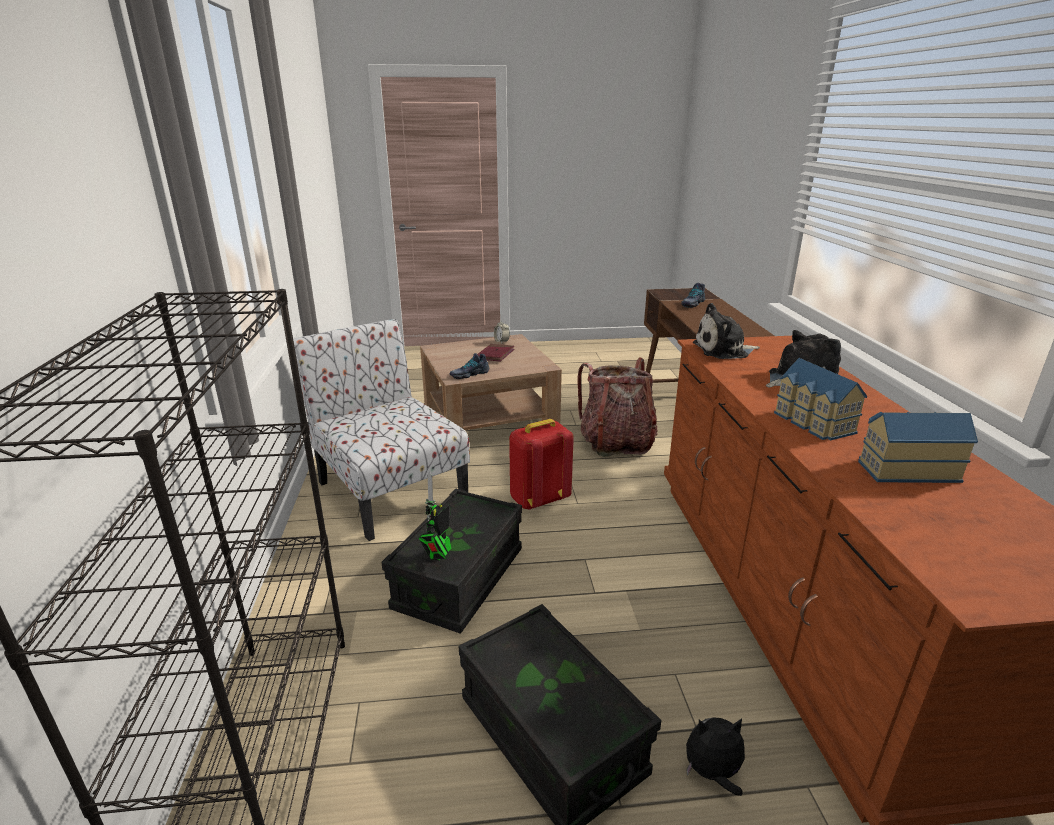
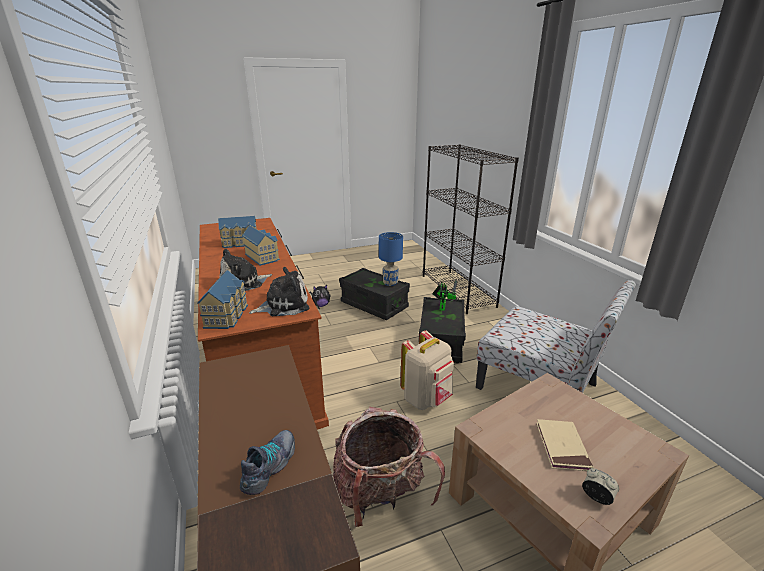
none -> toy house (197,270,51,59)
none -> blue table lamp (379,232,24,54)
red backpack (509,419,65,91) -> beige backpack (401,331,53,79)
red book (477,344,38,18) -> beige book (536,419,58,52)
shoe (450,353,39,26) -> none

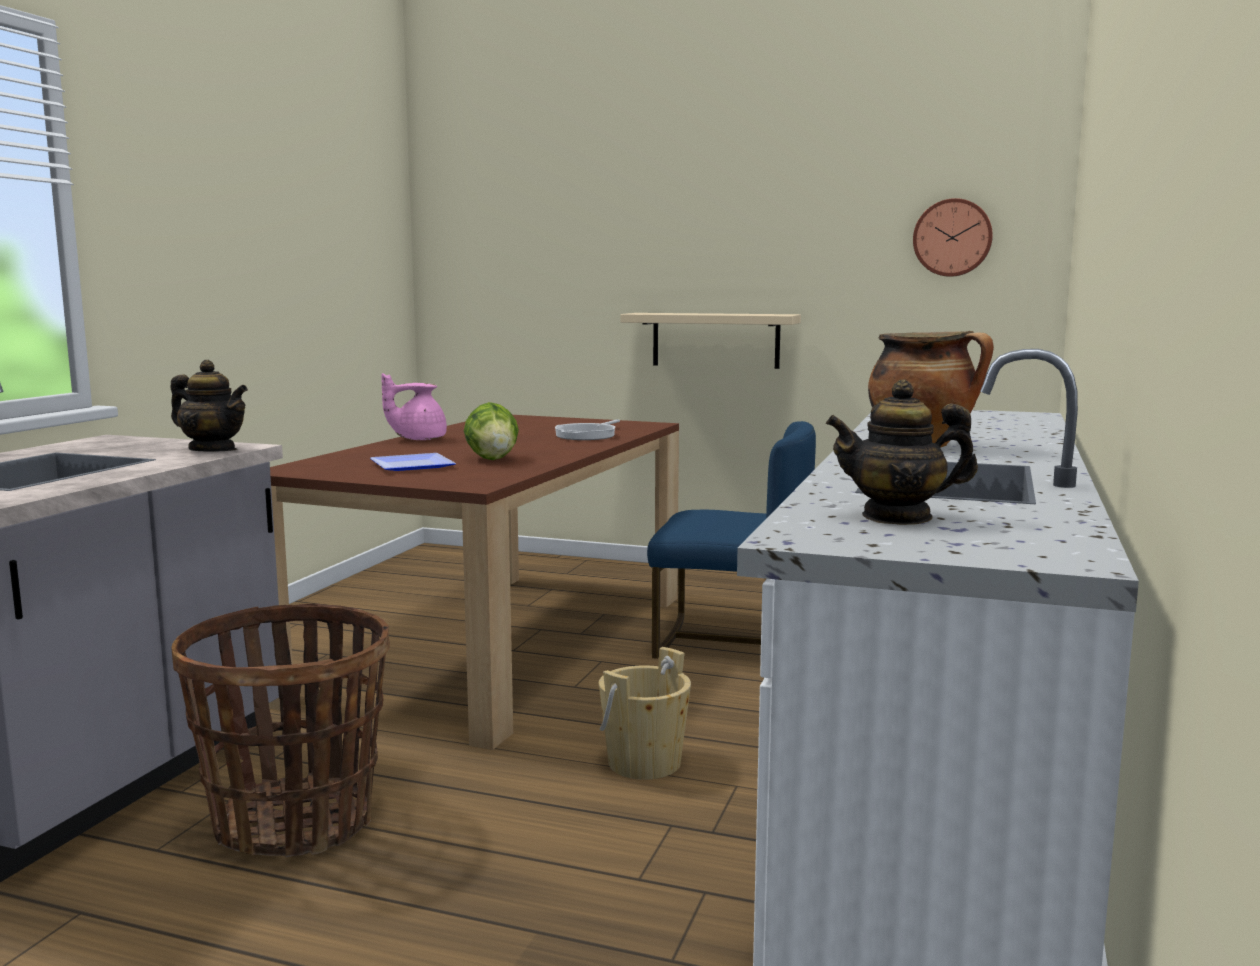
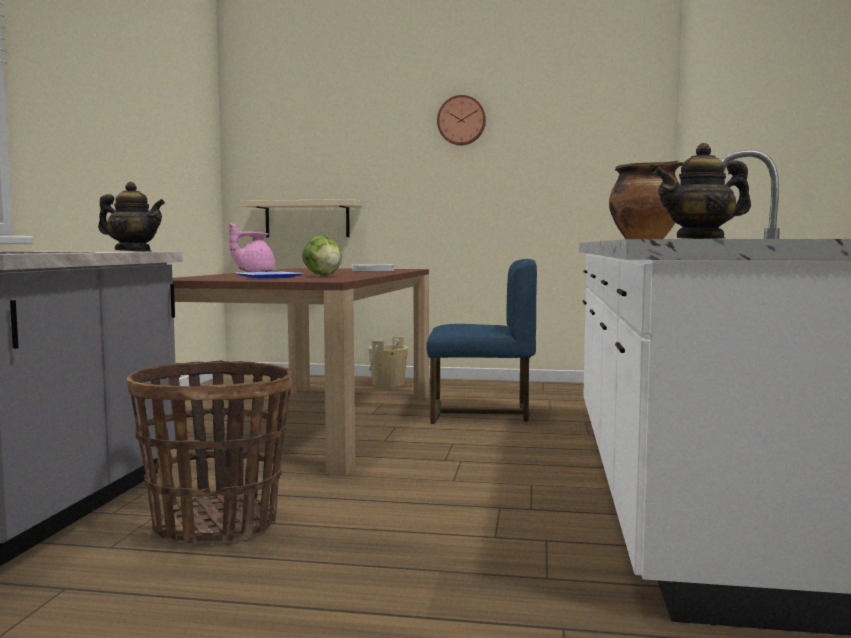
beige shelf (620,313,181,56) -> beige shelf (241,199,121,39), moved
beige bucket (599,647,92,133) -> beige bucket (368,336,40,51), moved
wall clock (913,198,80,79) -> wall clock (437,95,49,50), moved

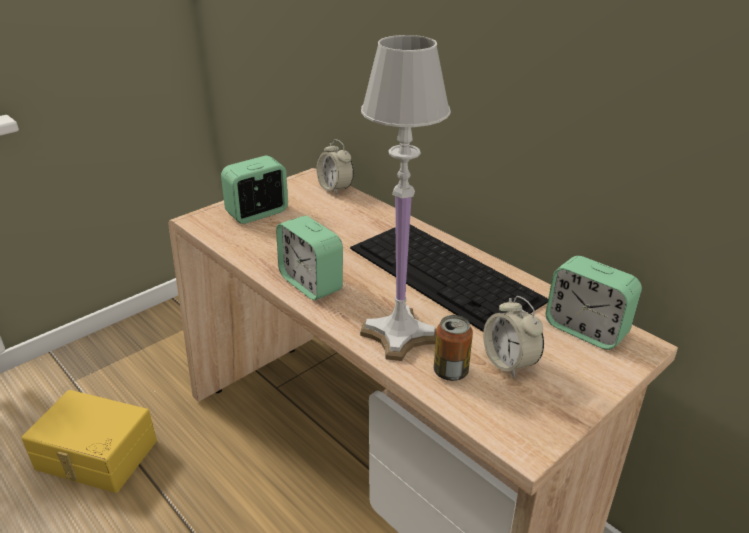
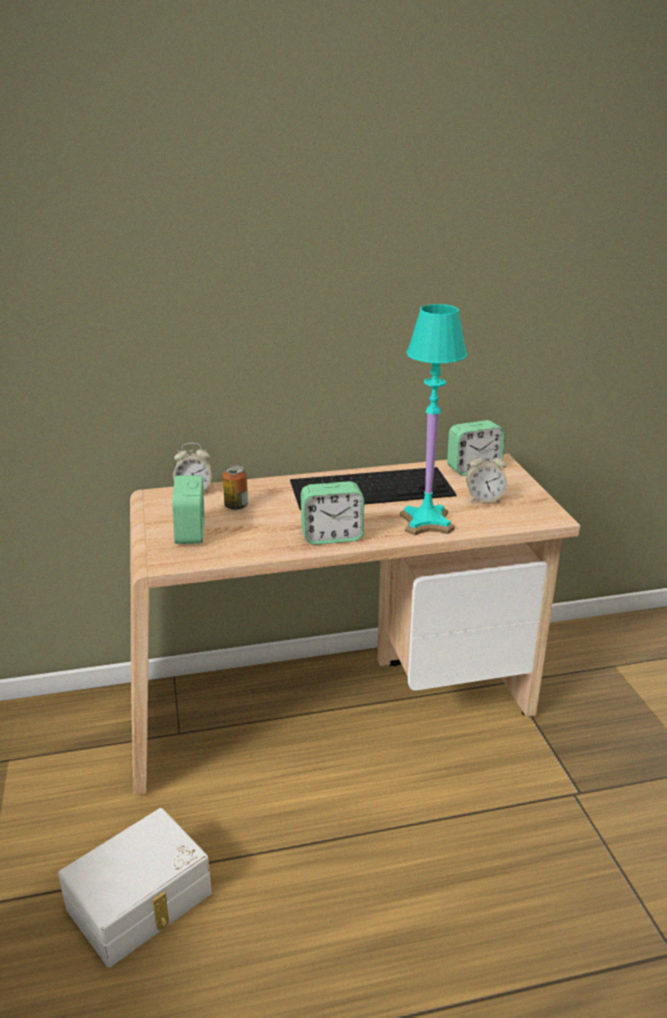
yellow storage box (22,390,135,103) -> white storage box (58,808,154,159)
can (434,315,39,66) -> can (223,465,25,45), moved
white table lamp (360,35,91,326) -> turquoise table lamp (400,304,67,232)

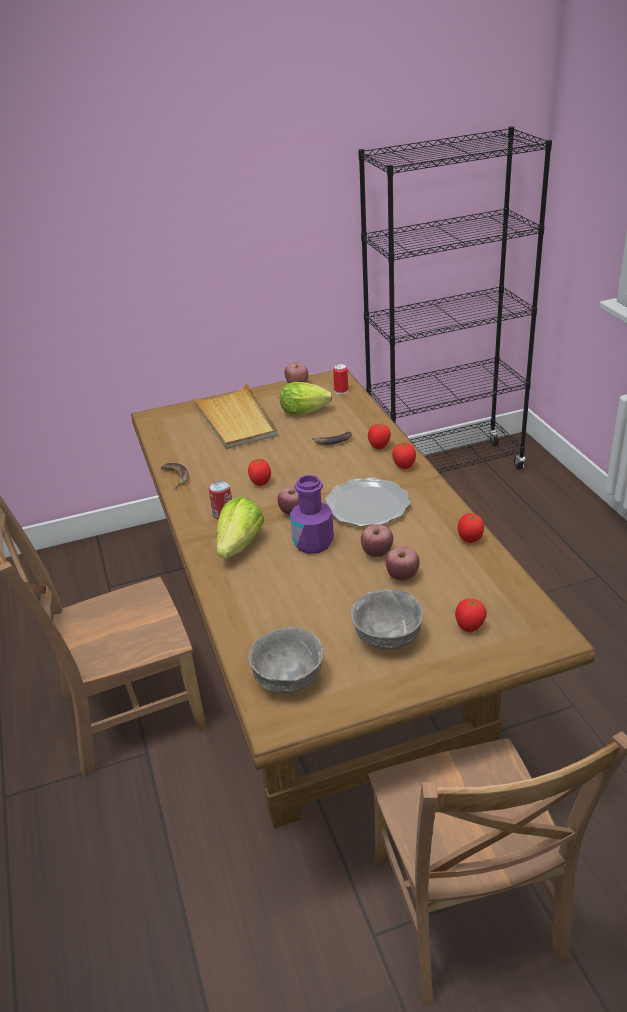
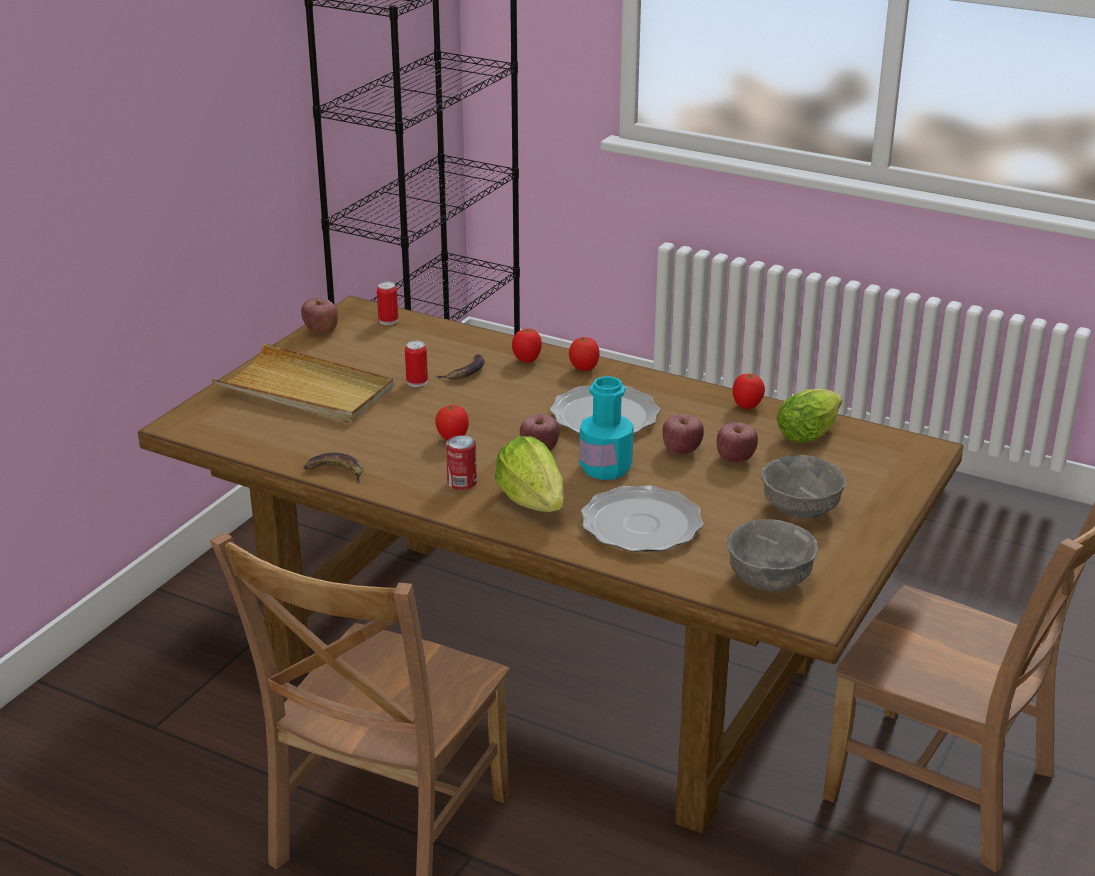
none -> can (405,341,23,46)
purple bottle (290,475,44,79) -> turquoise bottle (579,376,55,104)
none -> plate (581,485,123,67)
lettuce (280,382,53,32) -> lettuce (776,389,66,54), moved
tomato (455,598,32,34) -> none

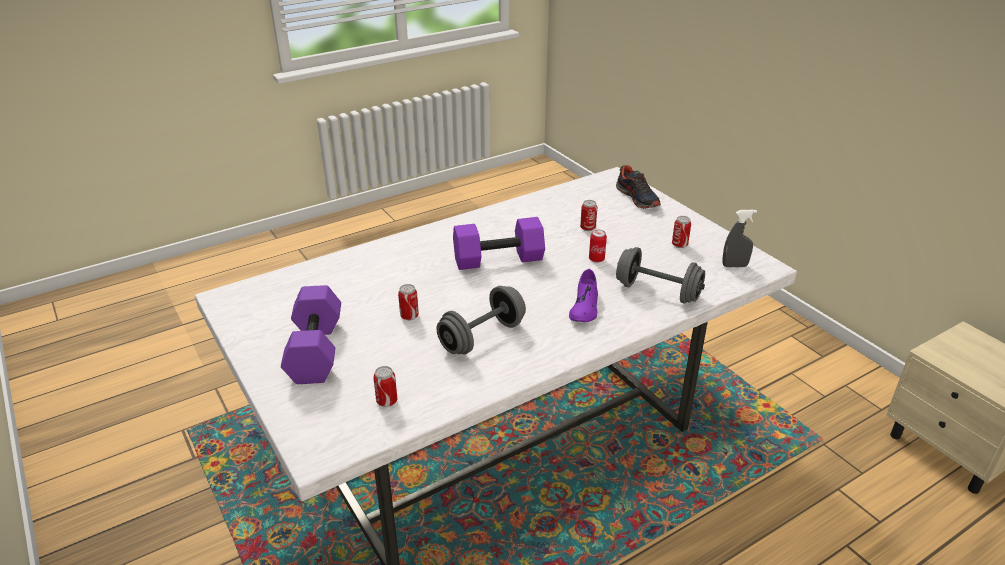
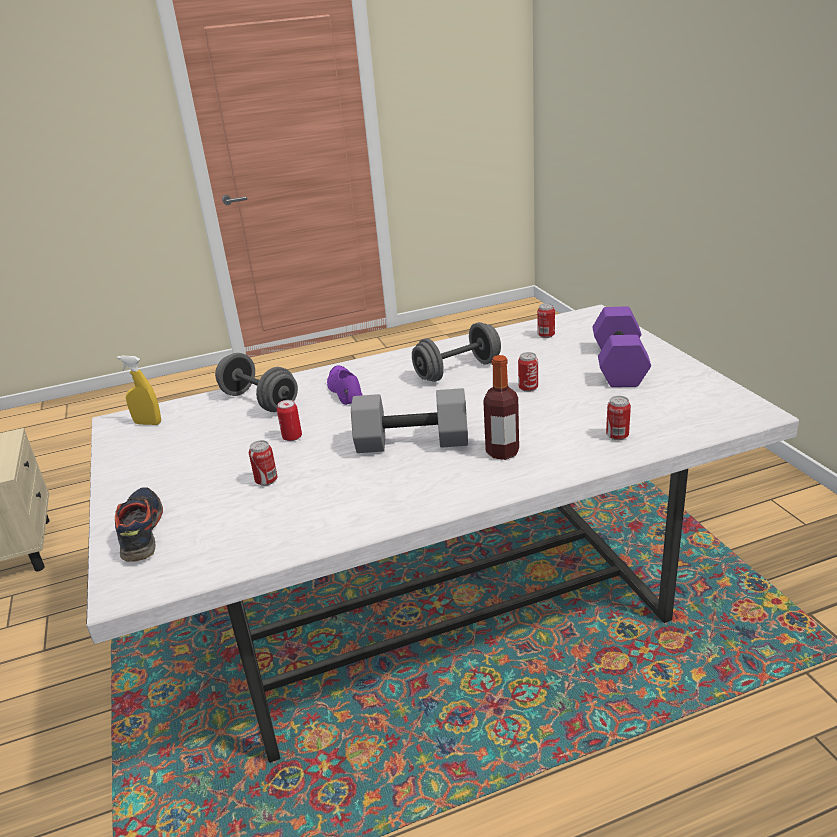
grey spray bottle (722,210,35,57) -> yellow spray bottle (117,356,44,69)
purple shoe (569,269,29,53) -> purple shoe (327,366,36,39), 45 degrees counterclockwise
purple dumbbell (453,217,92,53) -> grey dumbbell (351,388,117,65)
none -> bottle (483,355,36,105)
can (672,216,19,32) -> can (606,396,25,44), moved

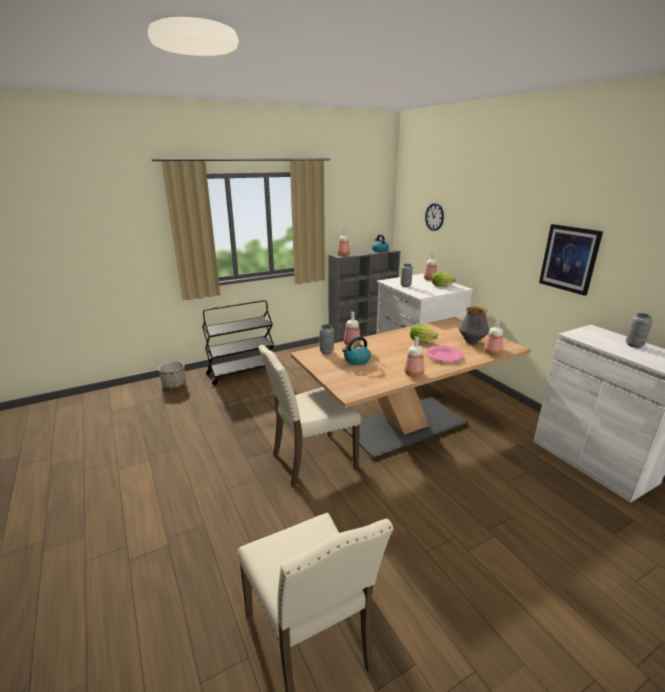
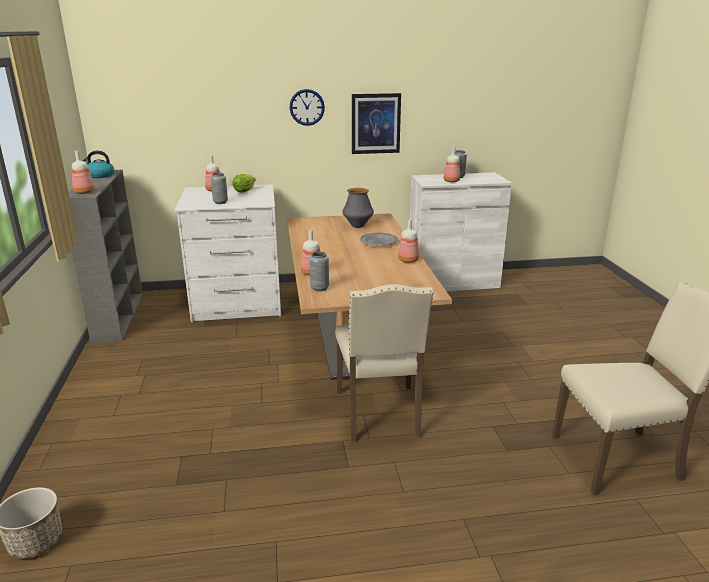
wall clock (425,203,19,28) -> wall clock (289,89,36,37), moved
pink plate (426,346,37,16) -> grey plate (360,233,39,13)
bottle (484,319,19,37) -> bottle (444,147,16,35), moved
black cart (202,300,72,85) -> none
kettle (342,337,29,28) -> none
lettuce (410,324,28,18) -> none

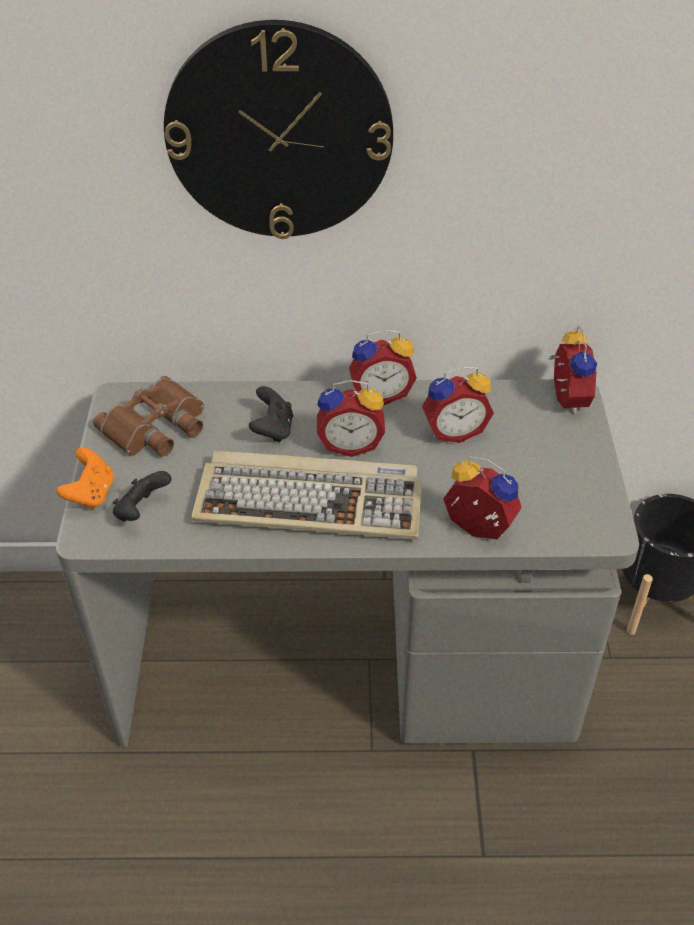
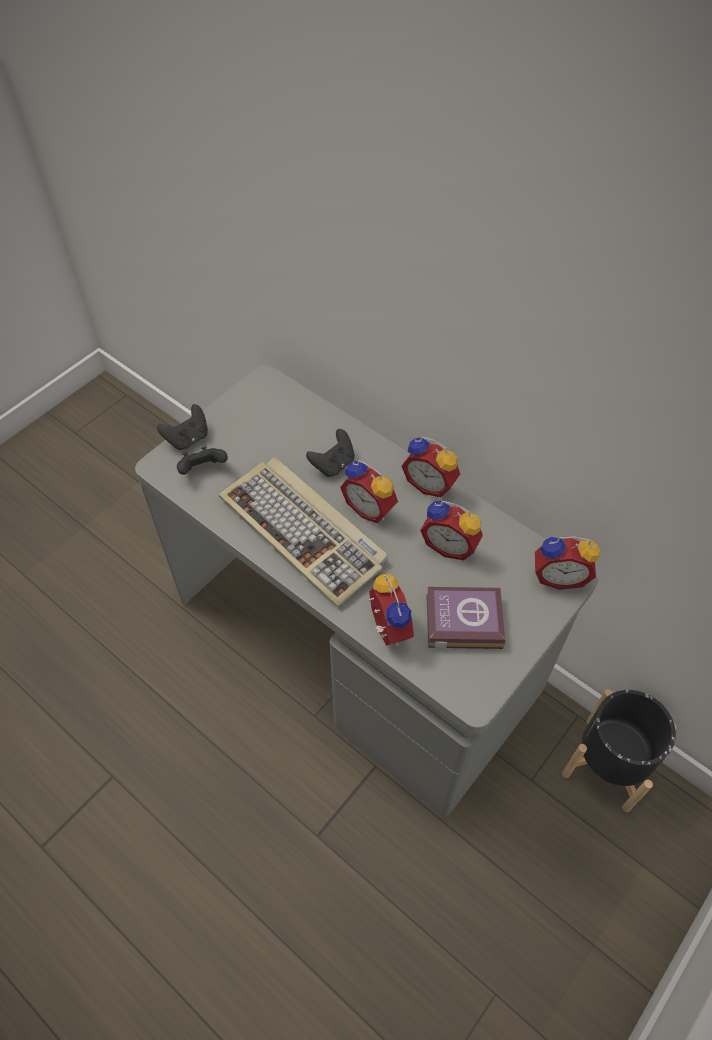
orange game controller (56,447,58,62) -> black game controller (157,404,51,46)
none -> book (426,587,80,62)
alarm clock (548,326,49,88) -> alarm clock (535,536,65,54), 60 degrees clockwise
brown binoculars (93,376,111,81) -> none
wall clock (164,20,229,219) -> none

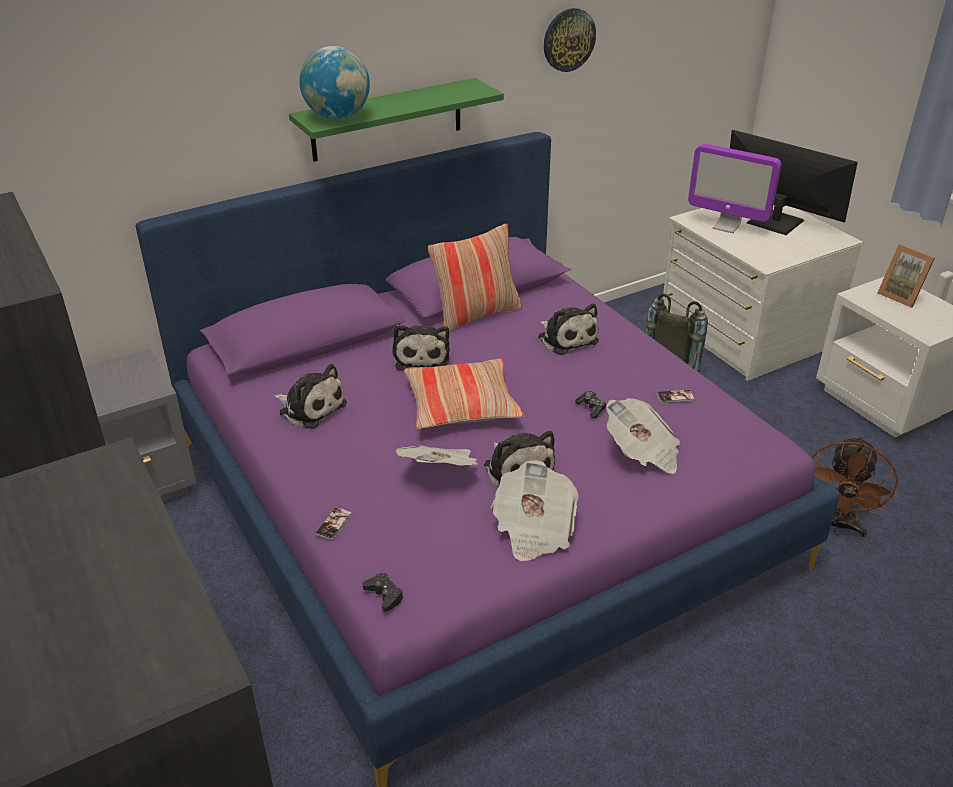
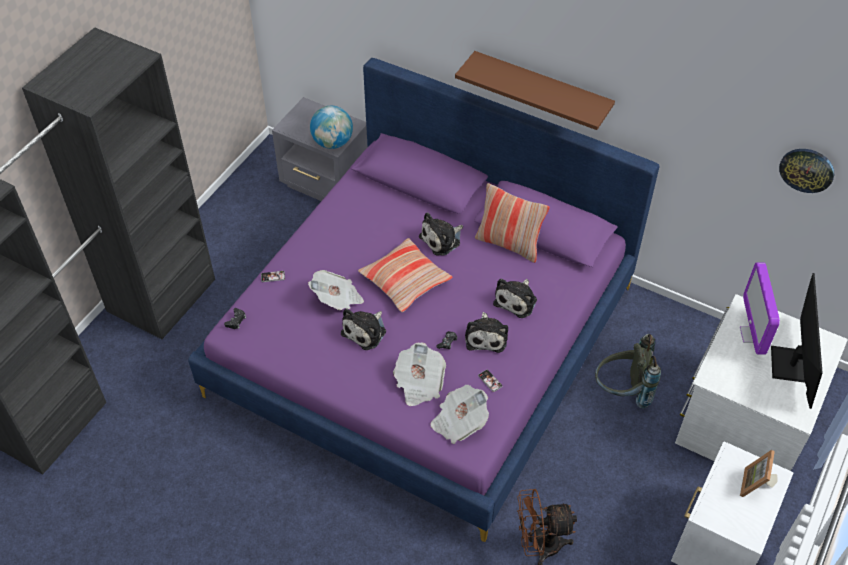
globe (299,46,71,73) -> globe (310,106,43,43), moved
newspaper (491,460,88,101) -> newspaper (430,385,59,59), moved
green shelf (289,78,215,84) -> brown shelf (455,51,160,79)
plush toy (274,364,73,65) -> plush toy (465,312,43,41), moved
wall clock (544,8,52,64) -> wall clock (779,149,55,44), moved

